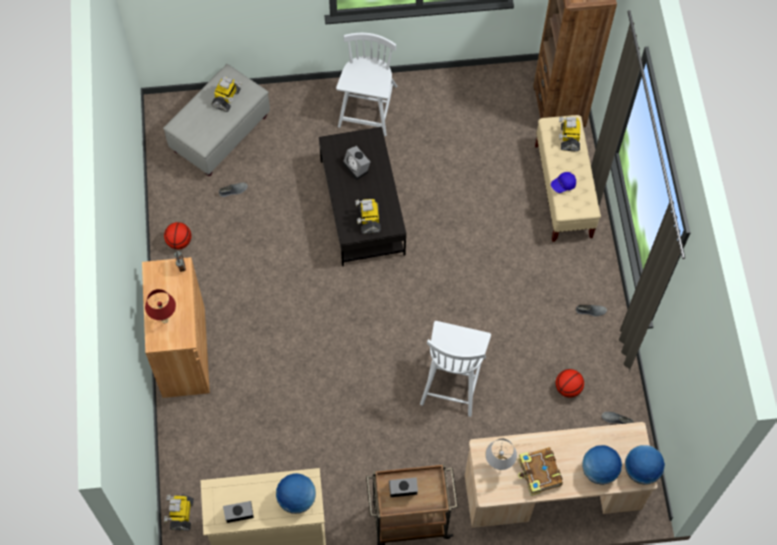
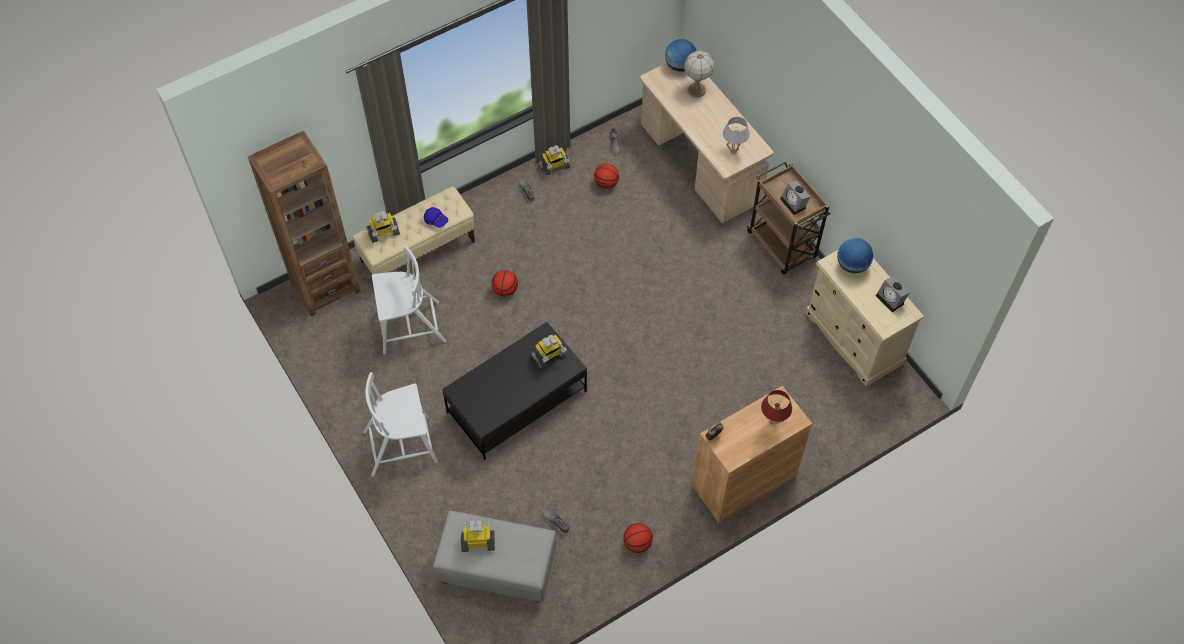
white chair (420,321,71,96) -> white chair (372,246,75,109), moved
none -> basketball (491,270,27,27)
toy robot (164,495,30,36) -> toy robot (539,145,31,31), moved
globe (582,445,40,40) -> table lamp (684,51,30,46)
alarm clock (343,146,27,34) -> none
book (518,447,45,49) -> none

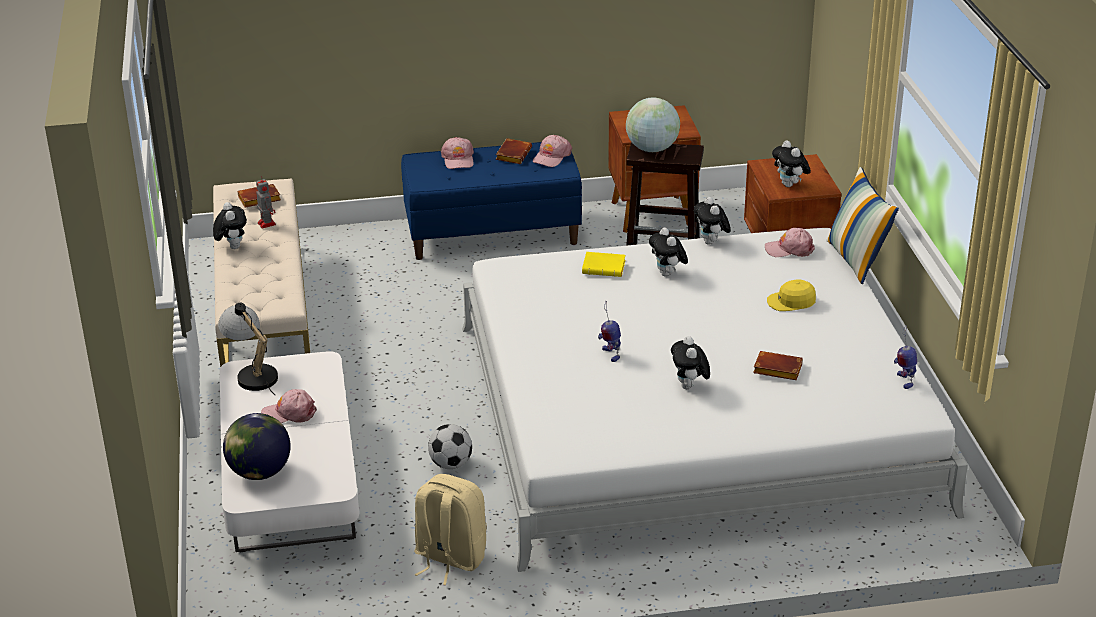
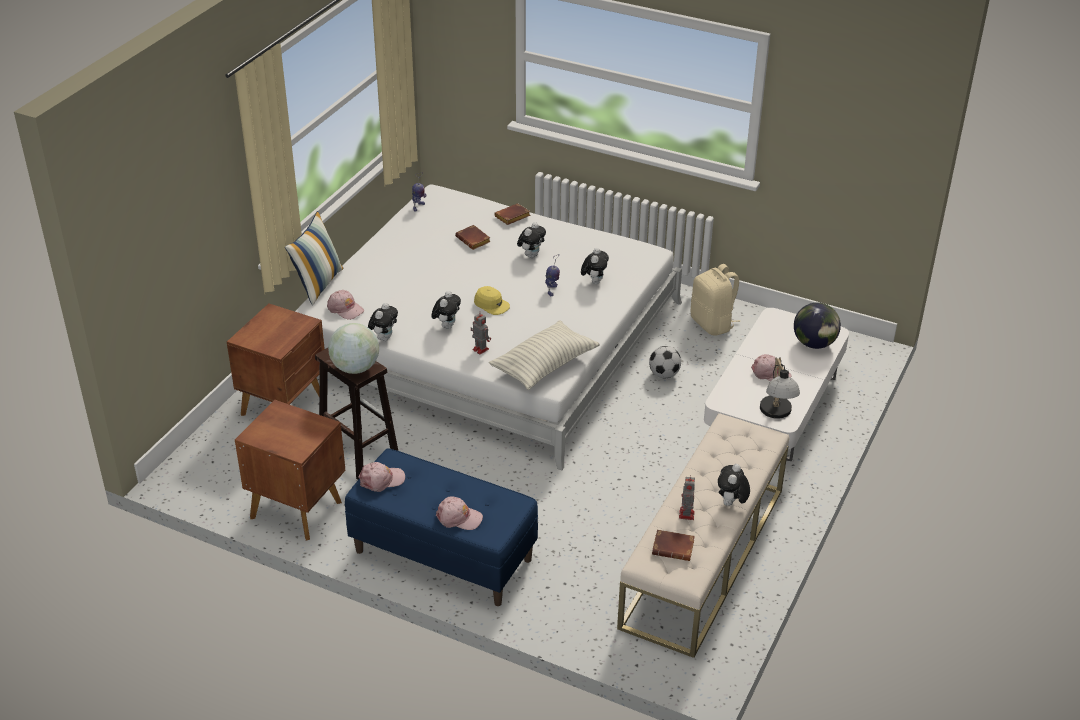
pink cap (441,137,33,32) -> pink cap (436,496,47,34), 75 degrees clockwise
yellow book (582,252,43,25) -> toy robot (471,311,20,44)
yellow cap (767,279,49,32) -> yellow cap (474,286,36,29), moved
none -> pillow (489,320,111,70)
brown book (496,138,36,26) -> brown book (494,203,37,22), moved
plush toy (772,140,39,47) -> plush toy (581,248,28,37), moved

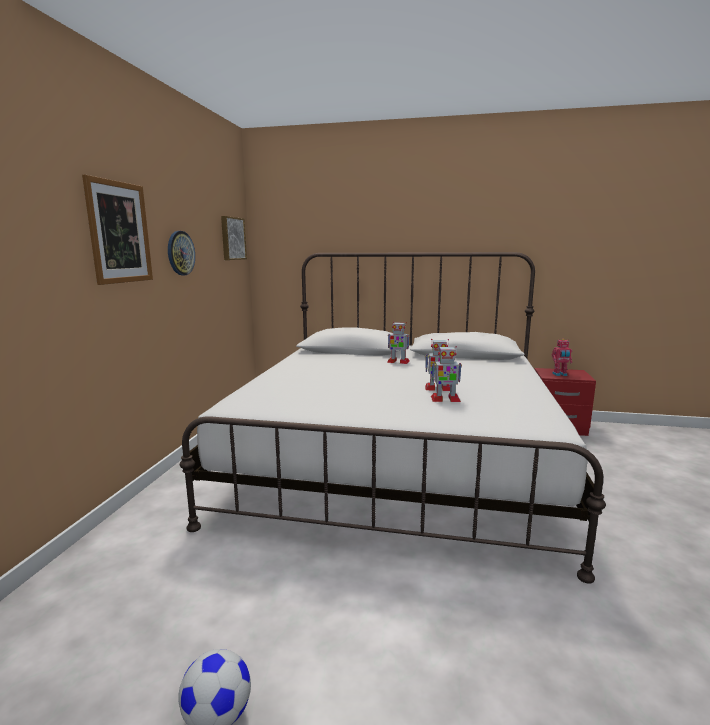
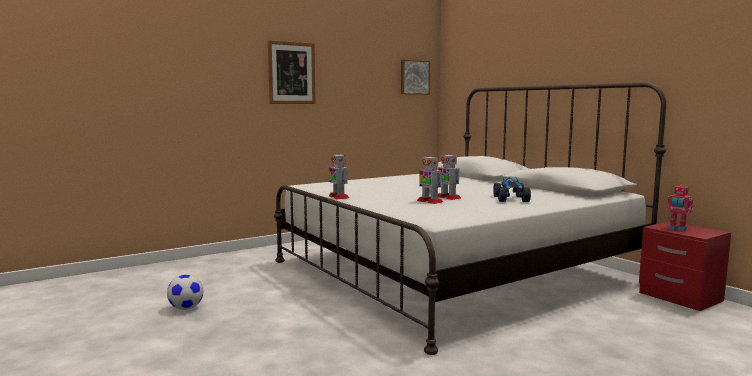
toy robot (387,321,23,43) -> toy robot (329,153,20,46), moved
none -> toy car (493,177,38,25)
wall clock (168,231,27,44) -> none

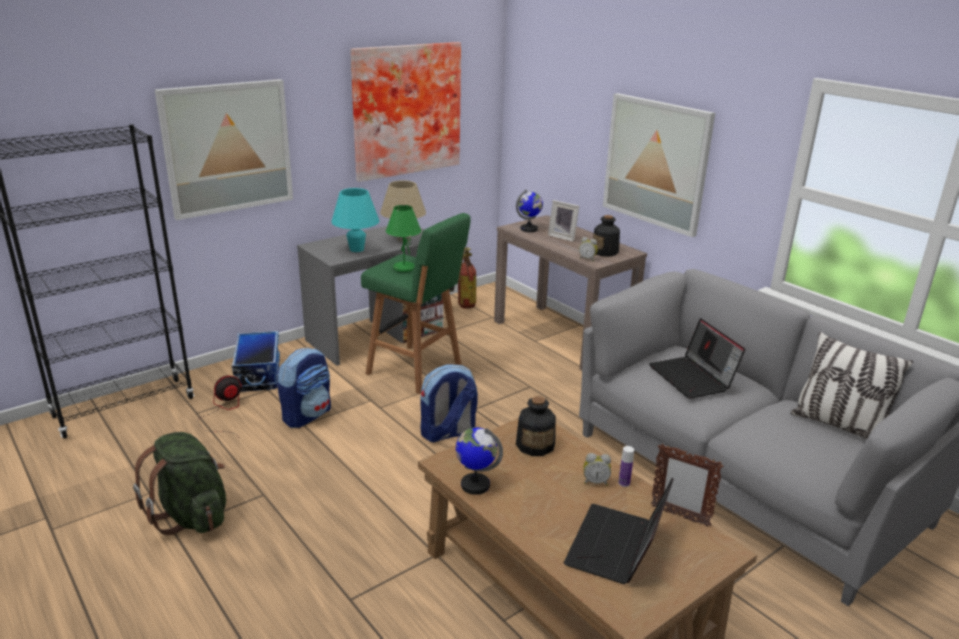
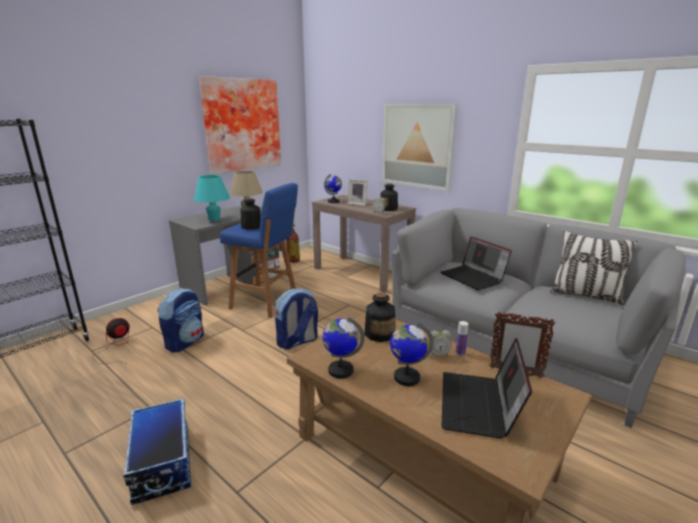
storage box (232,331,48,61) -> storage box (123,398,68,107), moved
green stool (361,213,110,181) -> blue stool (220,183,78,135)
green table lamp (386,205,35,67) -> bottle (241,198,20,32)
none -> globe (390,323,44,63)
green backpack (133,432,93,103) -> none
picture (155,79,138,141) -> none

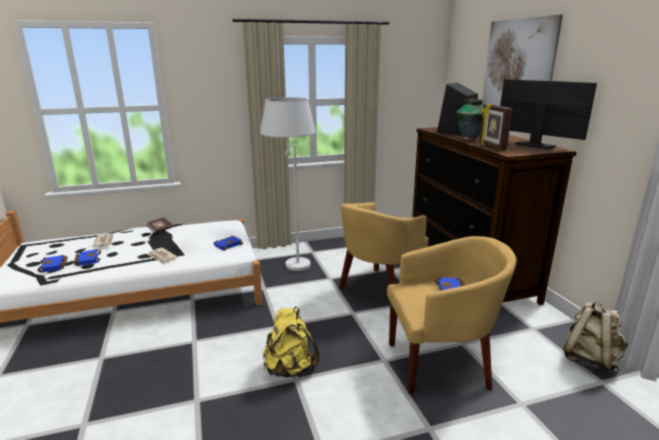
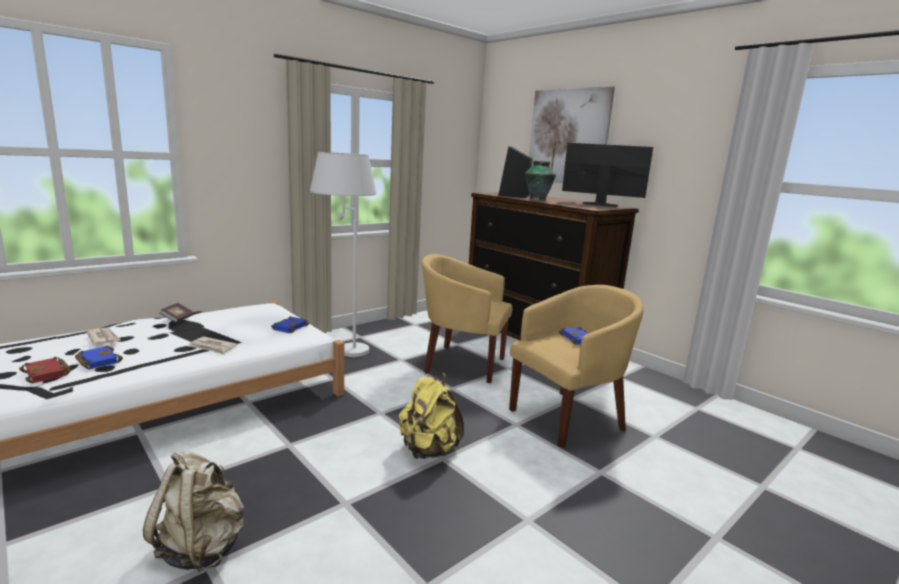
blue book (37,255,30,18) -> red book (19,357,52,26)
beige backpack (563,302,65,72) -> beige backpack (143,451,101,121), moved
yellow armchair (339,202,90,88) -> yellow armchair (422,254,90,129), 90 degrees clockwise
picture frame (479,104,33,46) -> none

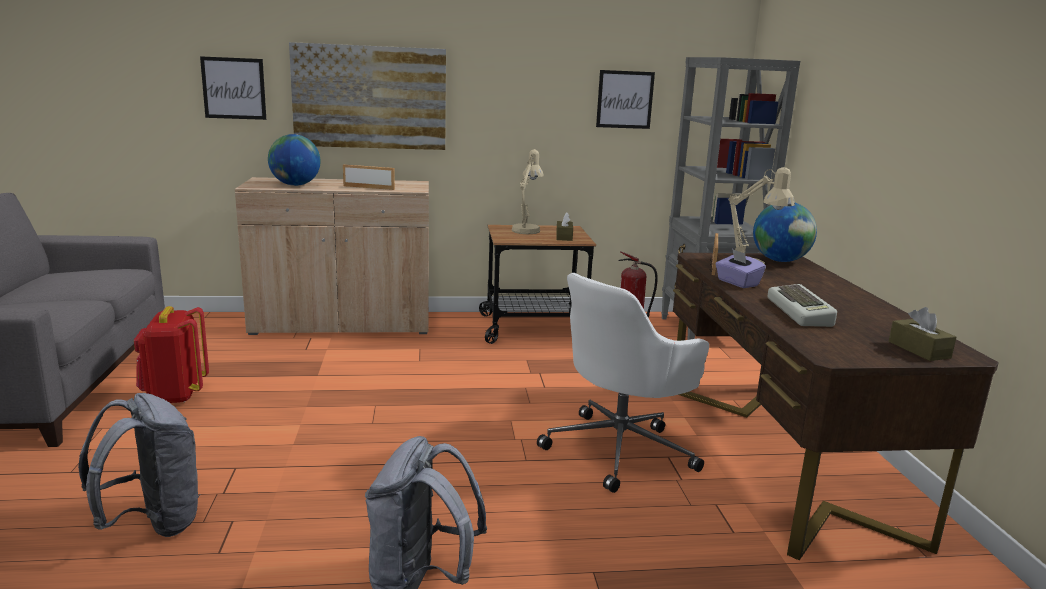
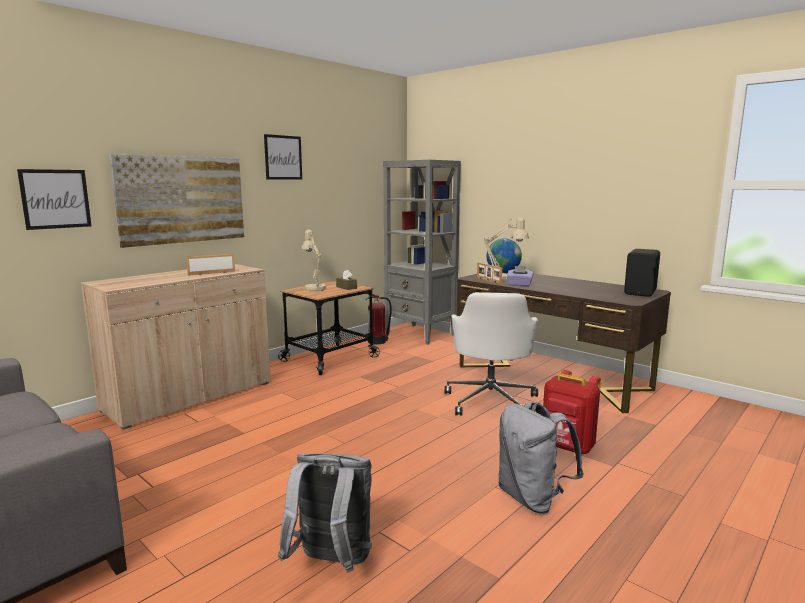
picture (596,70,59,59) -> picture (264,134,38,46), moved
red backpack (134,306,75,97) -> red backpack (543,370,58,84), moved
brown tissue box (889,307,67,54) -> black speaker (624,249,36,48)
globe (268,134,53,52) -> none
keyboard (768,284,69,43) -> none

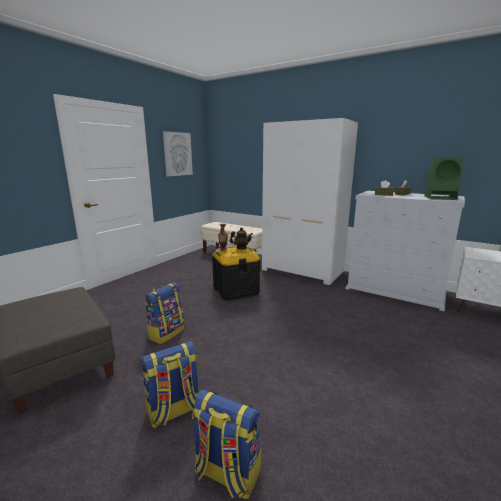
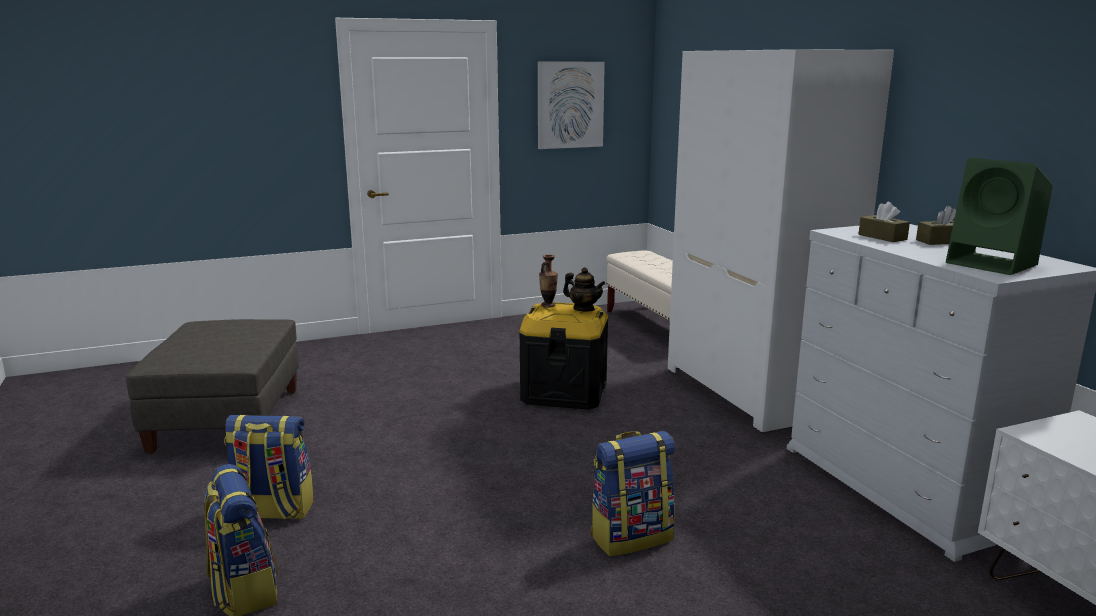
backpack (144,283,41,61) -> backpack (591,431,84,125), moved

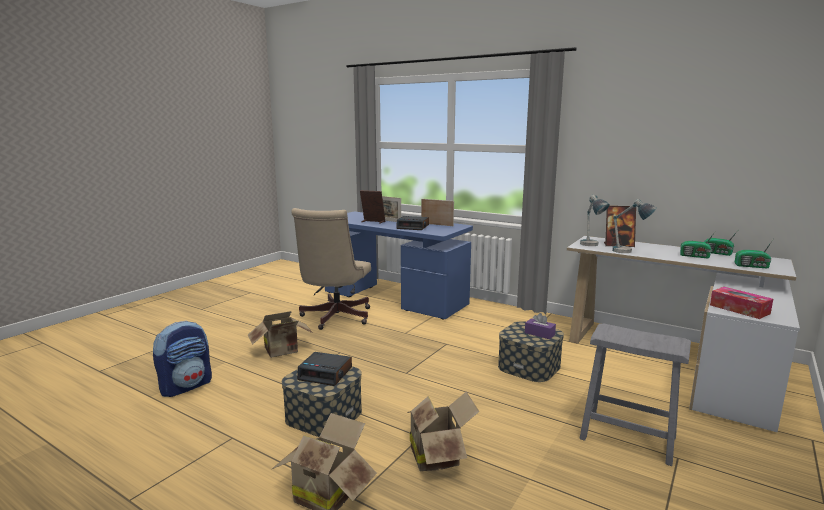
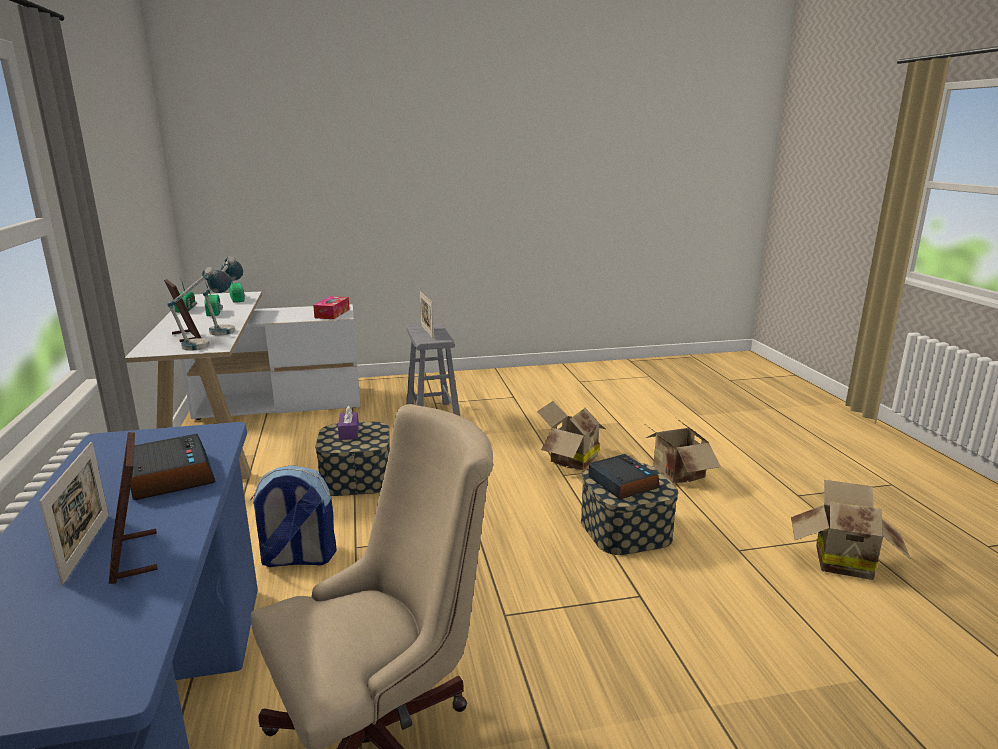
backpack (153,321,59,76) -> backpack (251,465,86,102), moved
picture frame (421,199,33,27) -> picture frame (420,291,14,48), moved
cardboard box (248,311,65,47) -> cardboard box (791,480,120,100), moved

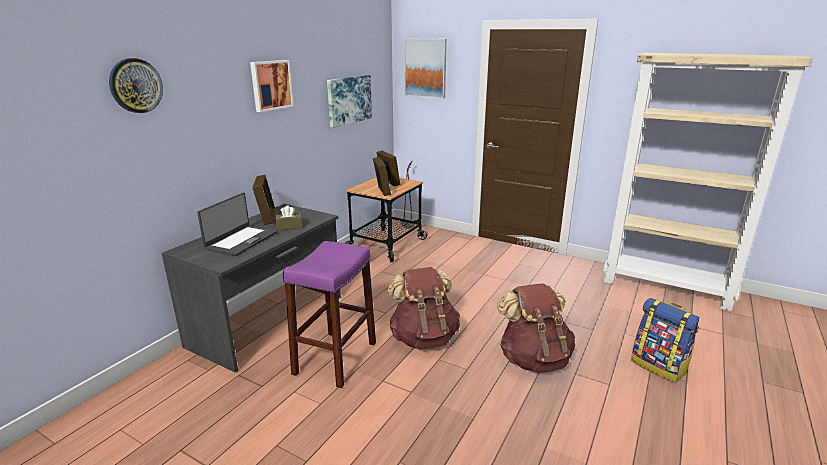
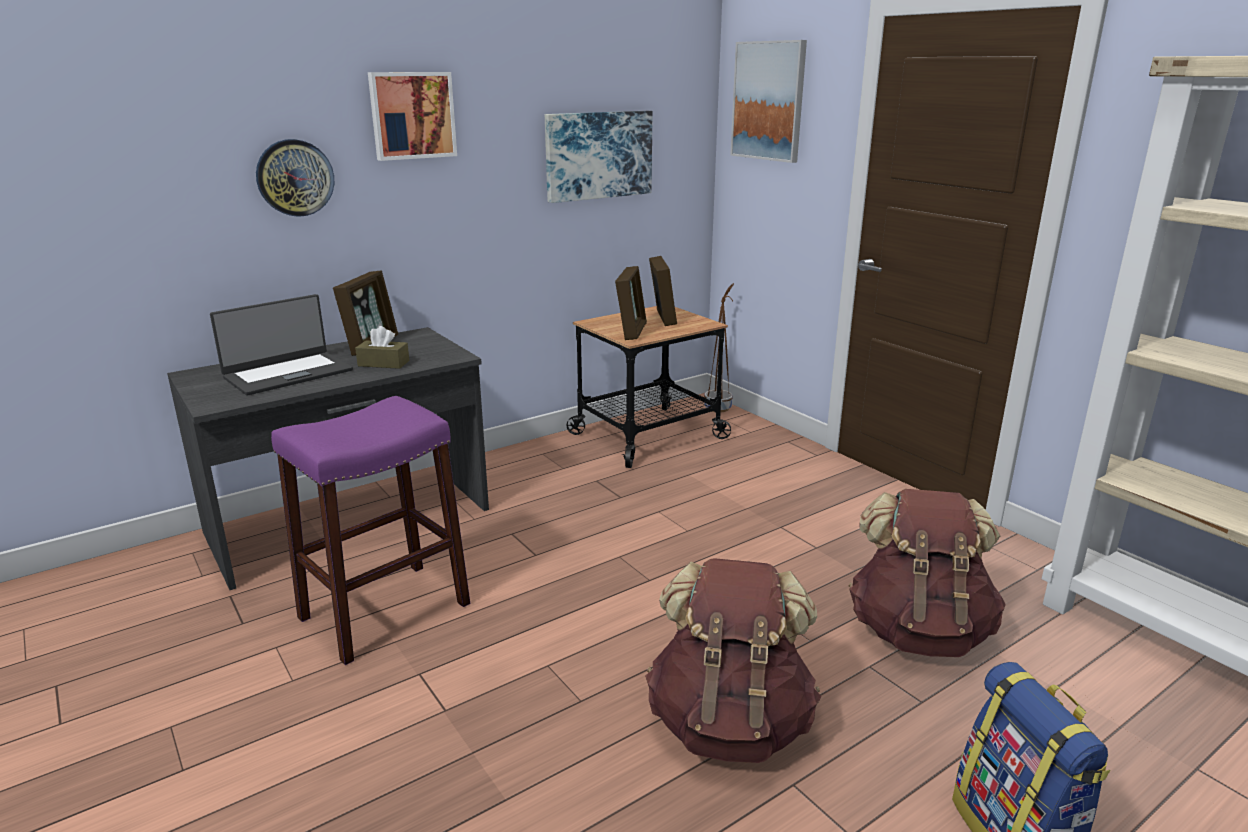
wall clock (109,58,54,55) -> wall clock (256,139,78,78), moved
brown backpack (388,267,72,83) -> brown backpack (849,489,156,168), moved

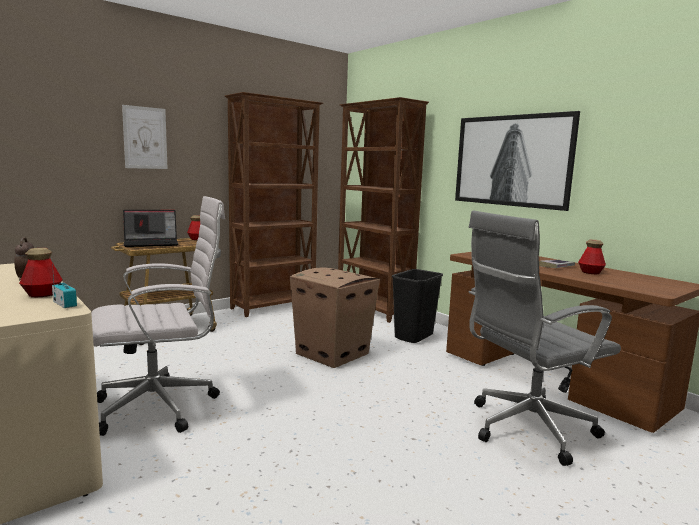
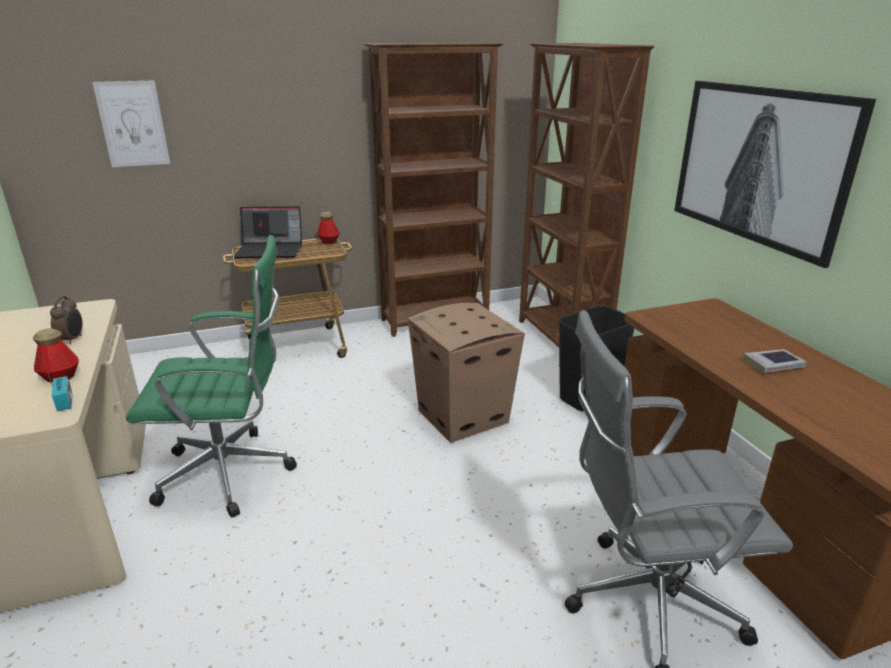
picture (122,105,46,64) -> picture (92,80,78,87), moved
white office chair (91,196,134,240) -> green office chair (126,235,171,283)
bottle (578,239,28,35) -> none

